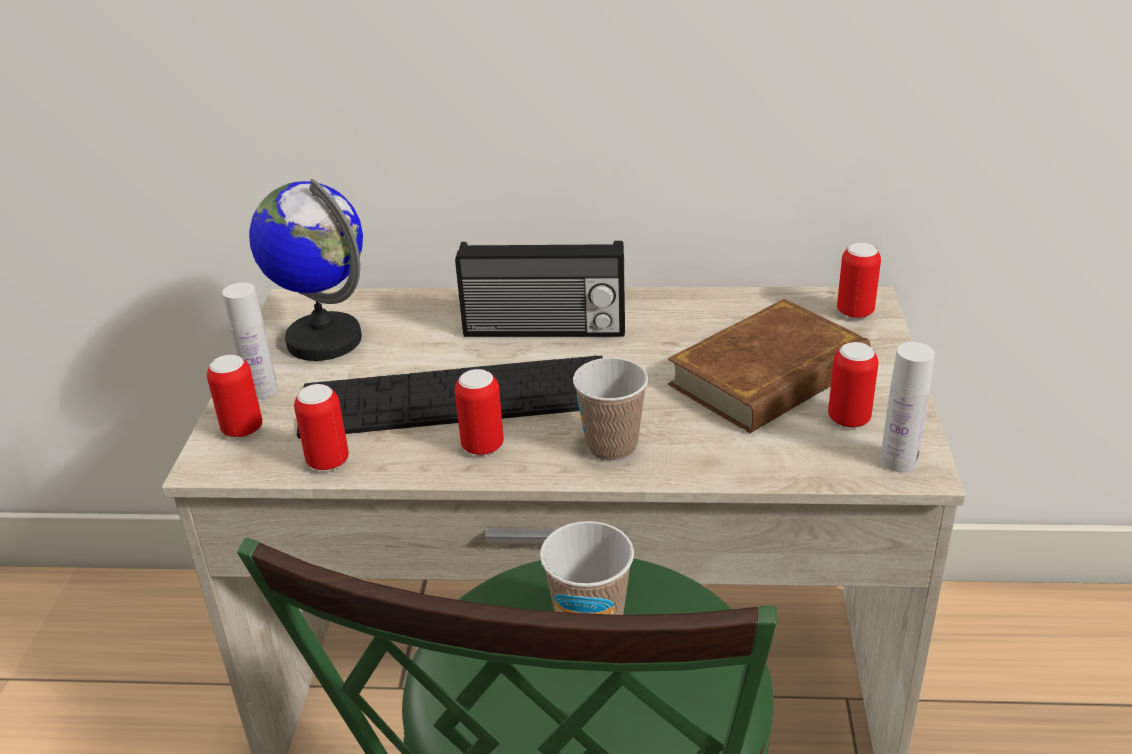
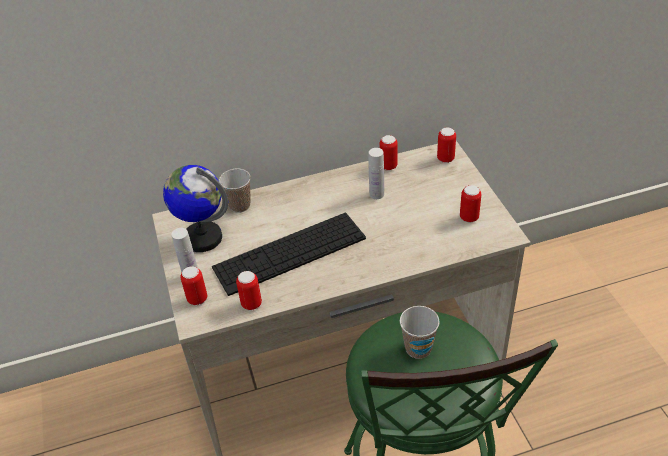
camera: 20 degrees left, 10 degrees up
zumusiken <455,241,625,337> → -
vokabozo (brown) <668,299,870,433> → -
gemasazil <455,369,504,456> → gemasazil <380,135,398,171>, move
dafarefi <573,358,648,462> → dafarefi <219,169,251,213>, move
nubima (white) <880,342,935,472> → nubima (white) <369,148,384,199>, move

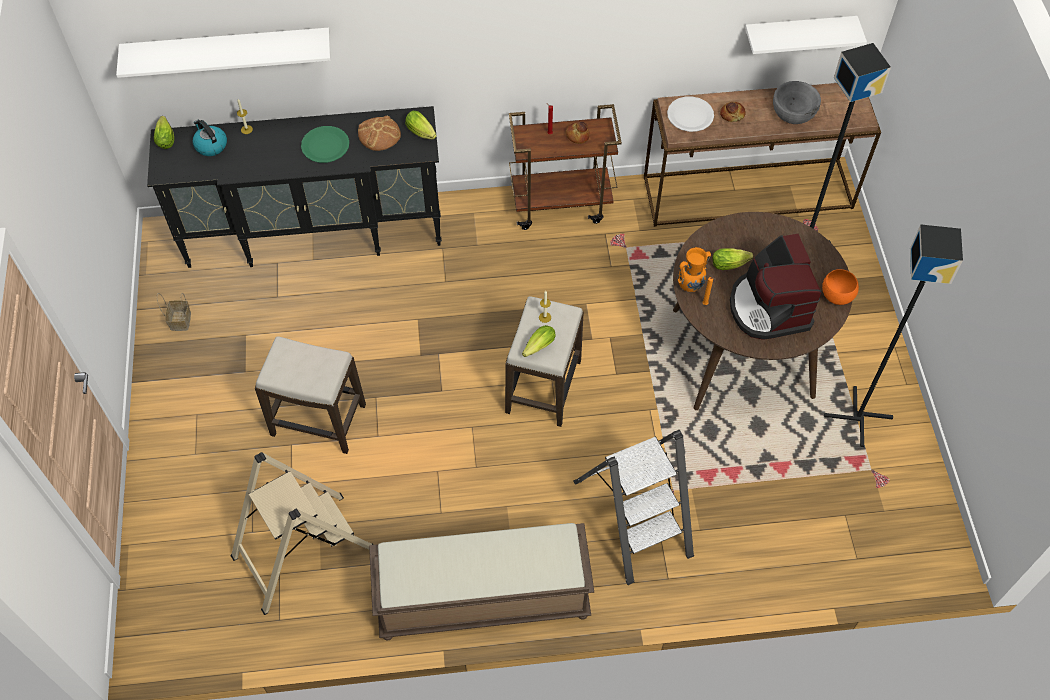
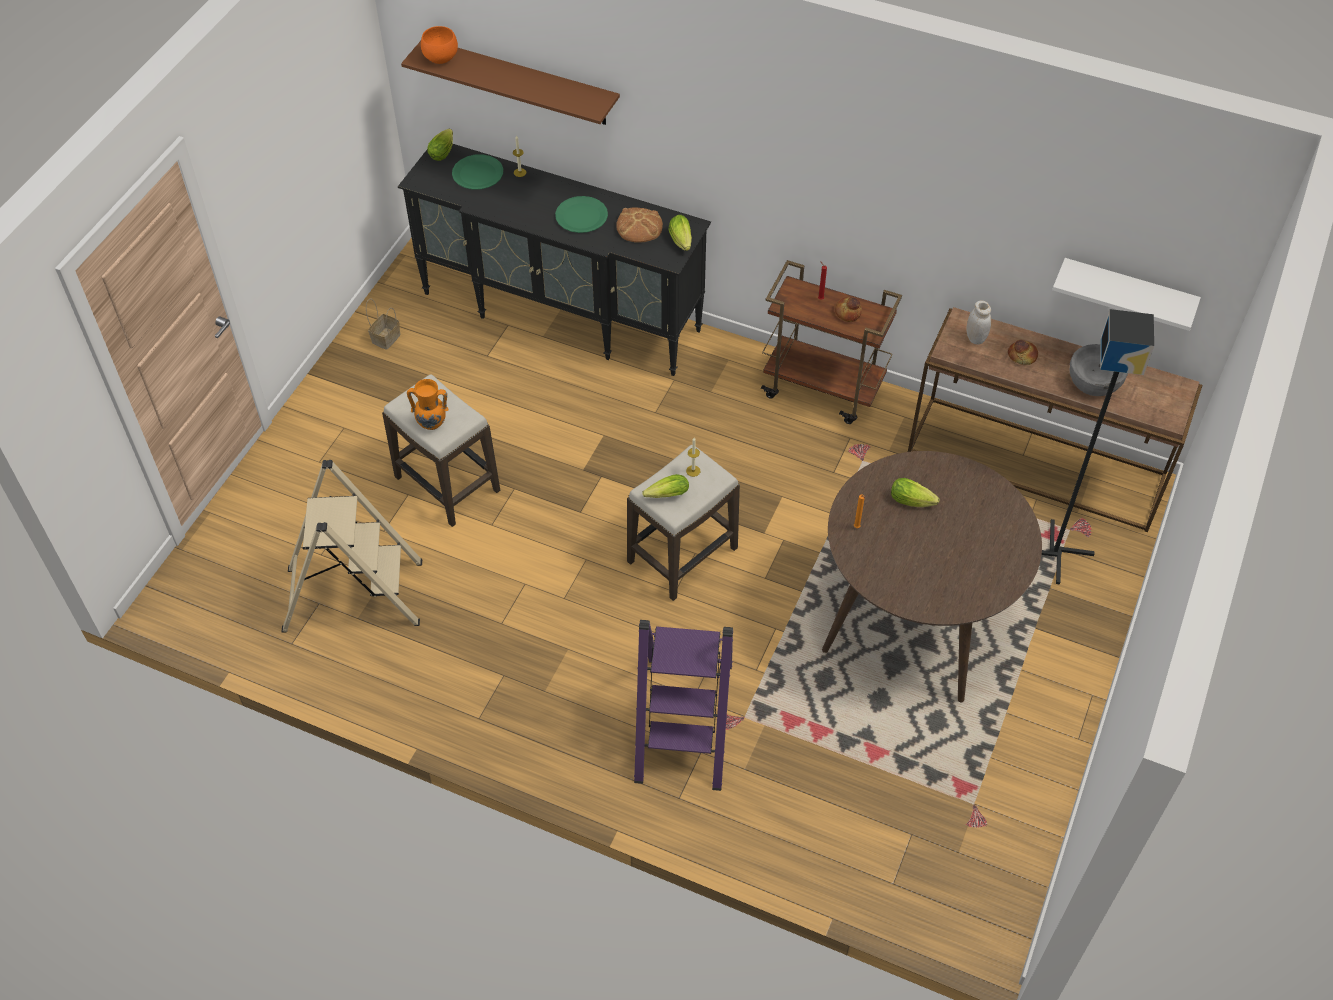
camera: 30 degrees right, 5 degrees down
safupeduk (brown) <369,523,594,641> → -
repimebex <730,234,821,340> → -
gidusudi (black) <824,224,963,447> → -
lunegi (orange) <678,247,711,292> → lunegi (orange) <407,379,448,430>, move
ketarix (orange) <822,269,859,305> → ketarix (orange) <421,26,458,64>, move
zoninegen <192,120,227,156> → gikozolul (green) <452,154,503,190>
gikozolul (white) <667,96,714,132> → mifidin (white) <967,301,991,345>
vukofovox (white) <116,28,330,78> → vukofovox (brown) <401,41,620,125>
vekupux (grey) <573,430,694,585> → vekupux (purple) <634,620,733,791>

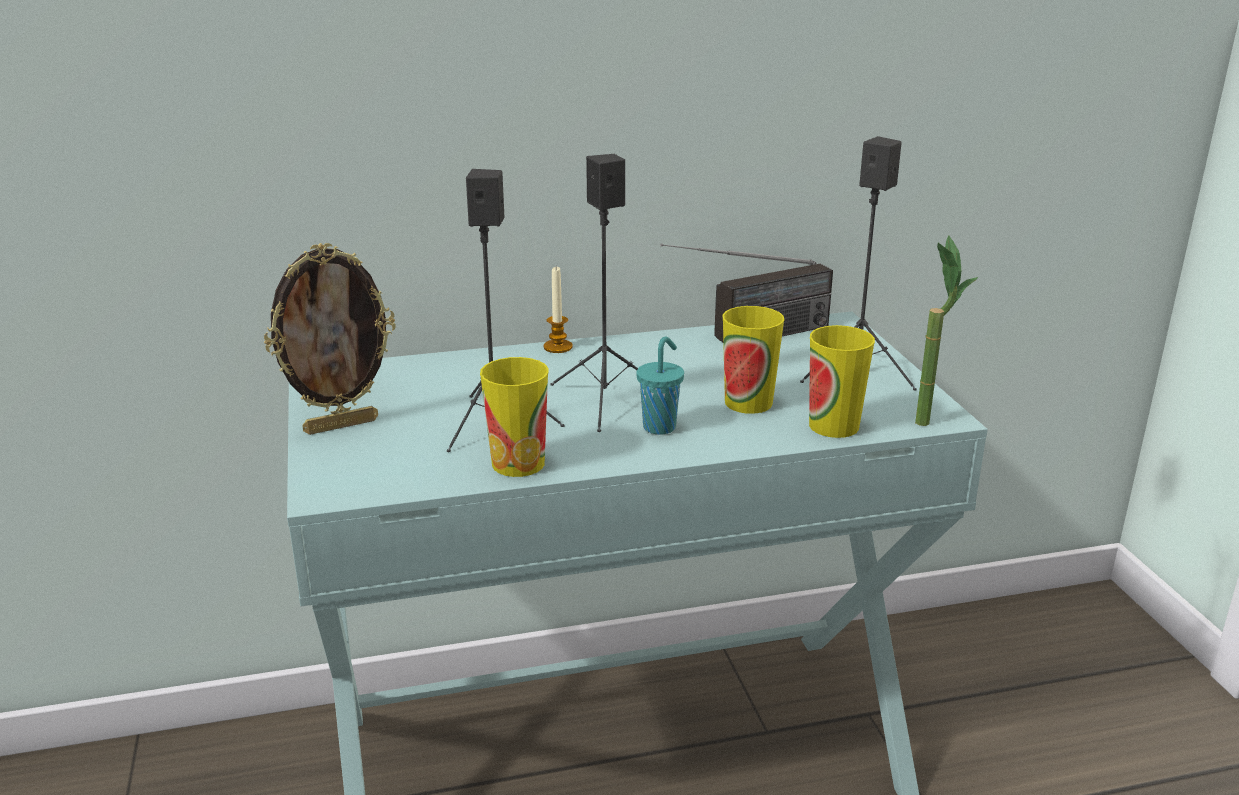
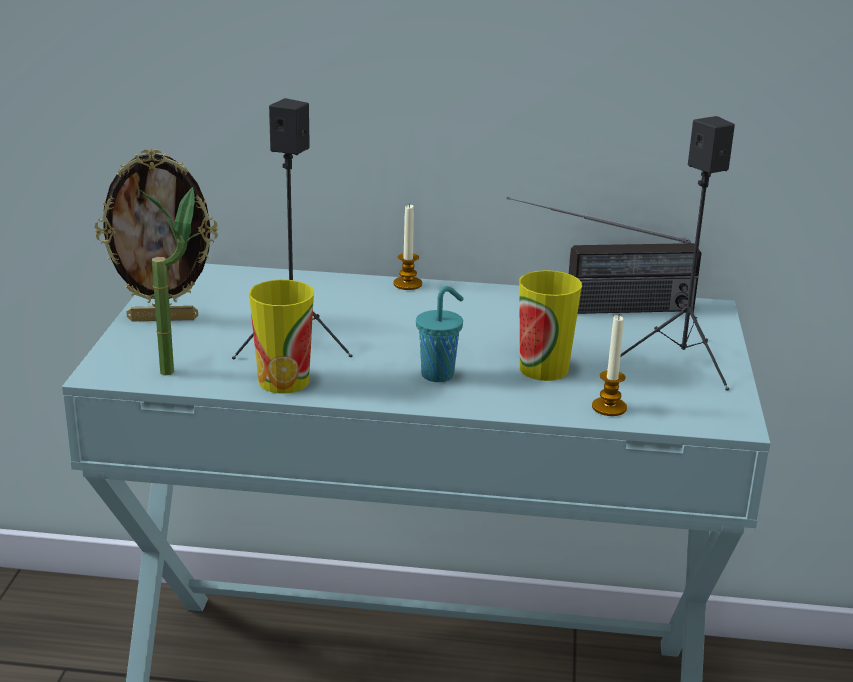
camera: 20 degrees right, 0 degrees up
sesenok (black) <551,154,638,432> → -
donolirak <915,235,978,426> → donolirak <140,187,202,375>, move
dafarefi <809,325,875,438> → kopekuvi <592,315,627,416>

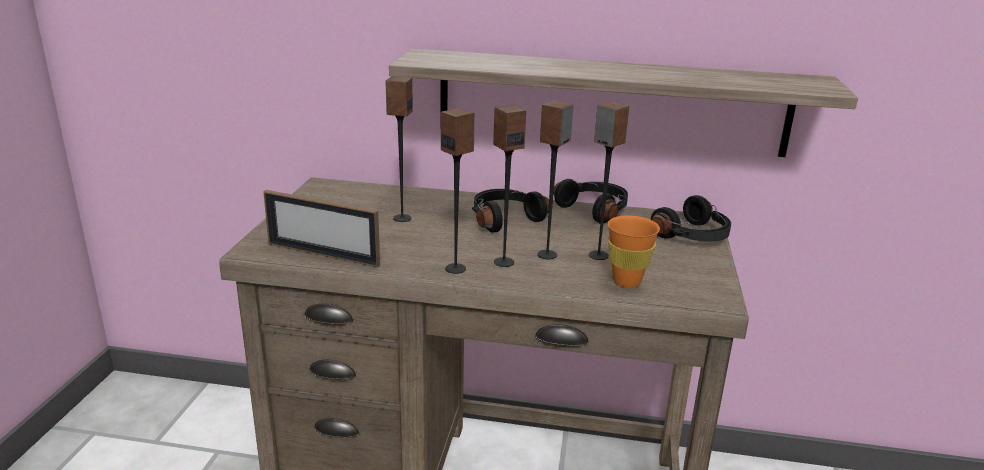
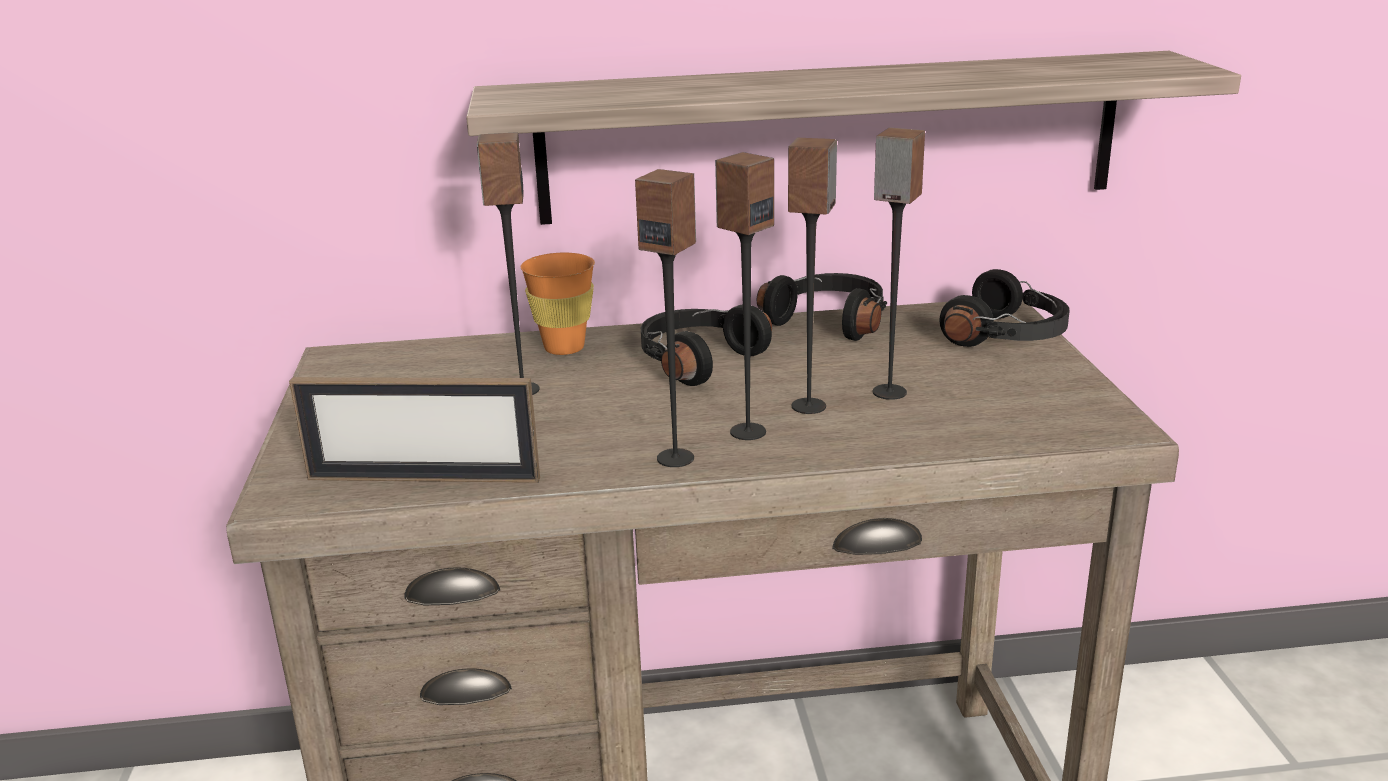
camera: 15 degrees left, 0 degrees up
dafarefi (orange) <608,216,660,288> → dafarefi (orange) <521,253,595,355>, move

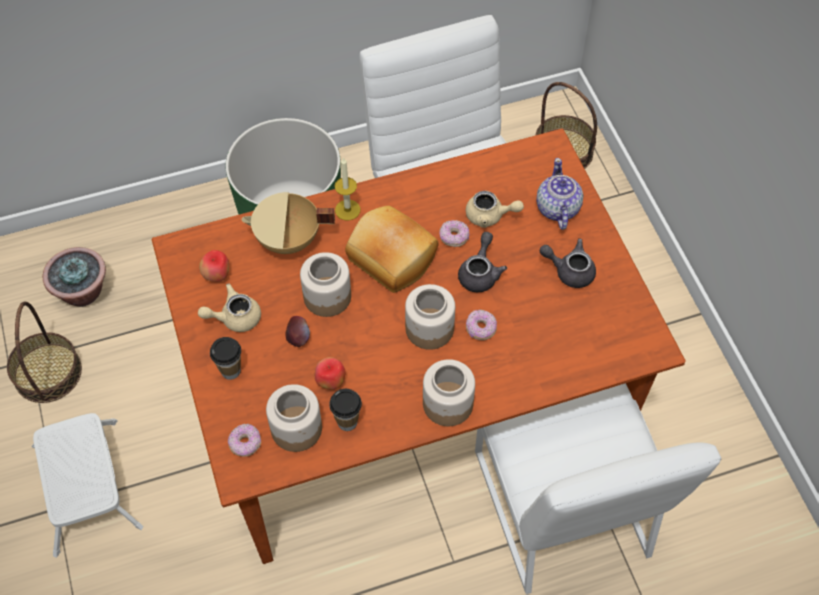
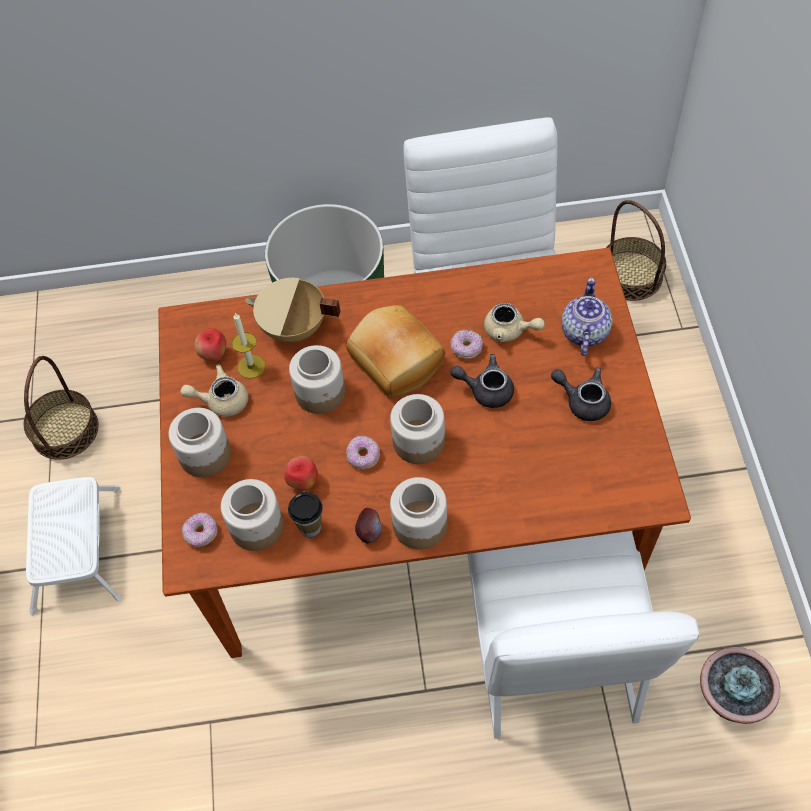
camera: 15 degrees right, 0 degrees up
donolirak <42,247,106,307> → donolirak <700,647,780,724>, move
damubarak <285,316,310,347> → damubarak <355,508,381,544>, move
kopekuvi <335,157,361,220> → kopekuvi <232,313,265,379>, move
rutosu <466,310,497,340> → rutosu <346,436,380,469>, move
dafarefi <210,337,241,380> → mifidin <168,408,231,477>
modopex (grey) <458,232,507,292> → modopex (grey) <450,354,514,408>, 105 degrees counterclockwise

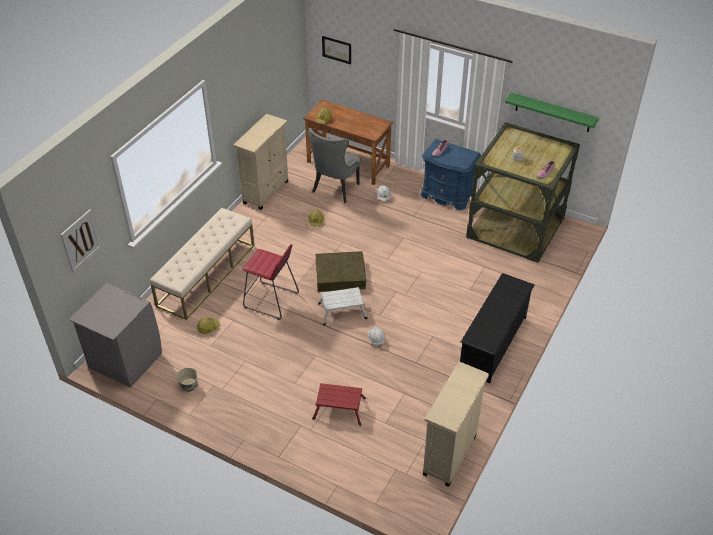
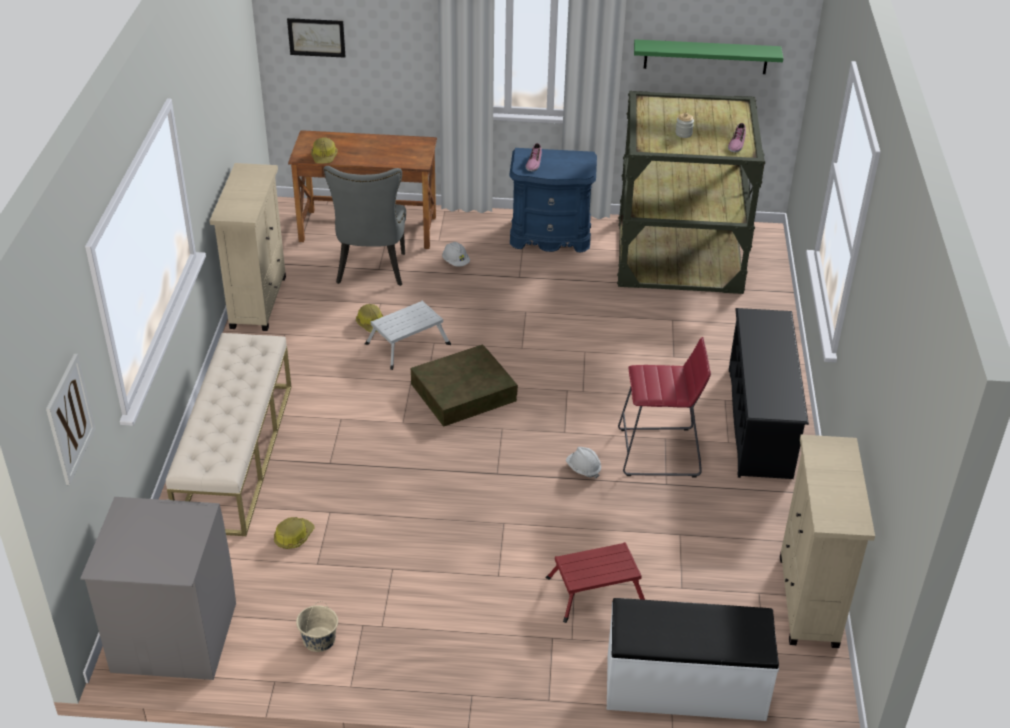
camera: 25 degrees left, 5 degrees down
- → safupeduk (white) <607,598,779,721>
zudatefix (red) <242,244,299,320> → zudatefix (red) <618,337,711,477>, move
vekupux (white) <318,287,368,326> → vekupux (white) <365,301,451,370>, move

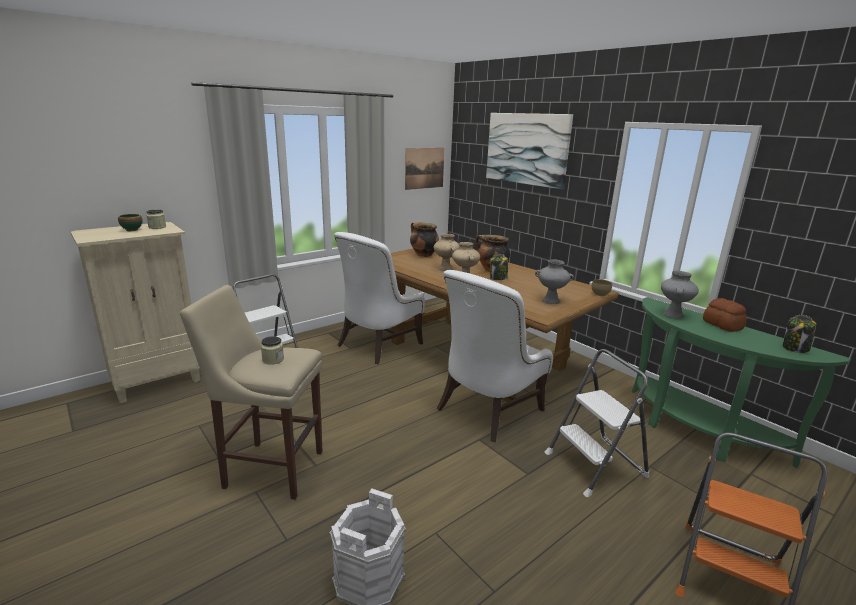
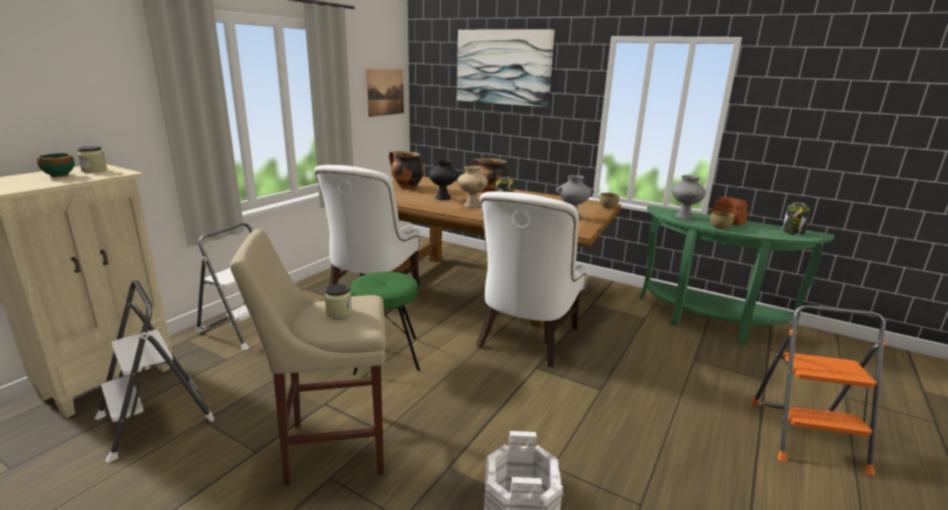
camera: 20 degrees left, 0 degrees up
- → zudatefix (green) <350,271,420,375>
- → ketarix (brown) <710,211,734,230>
vekupux (white) <545,349,650,497> → vekupux (white) <95,281,214,463>, move
lunegi (beige) <433,233,460,271> → lunegi (black) <429,160,458,200>

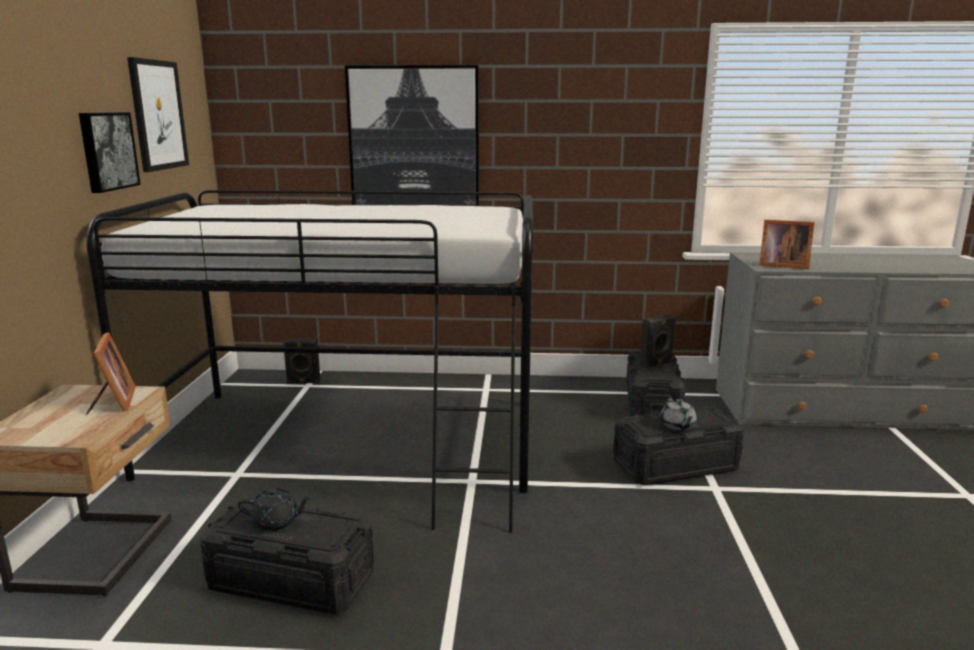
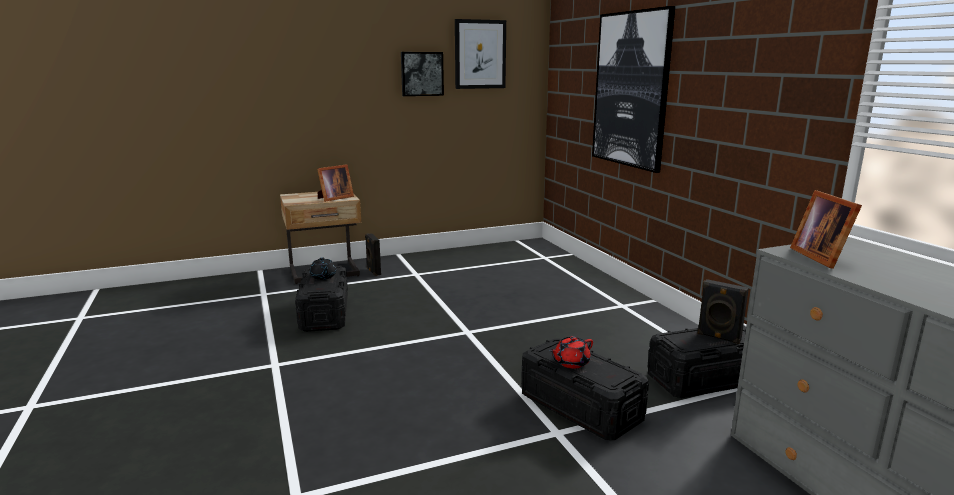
camera: 65 degrees right, 0 degrees up
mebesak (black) <86,190,533,533> → -
sesenok (black) <283,339,320,384> → sesenok (black) <365,233,381,276>, move
modopex (grey) <660,398,697,431> → modopex (red) <549,336,593,369>

